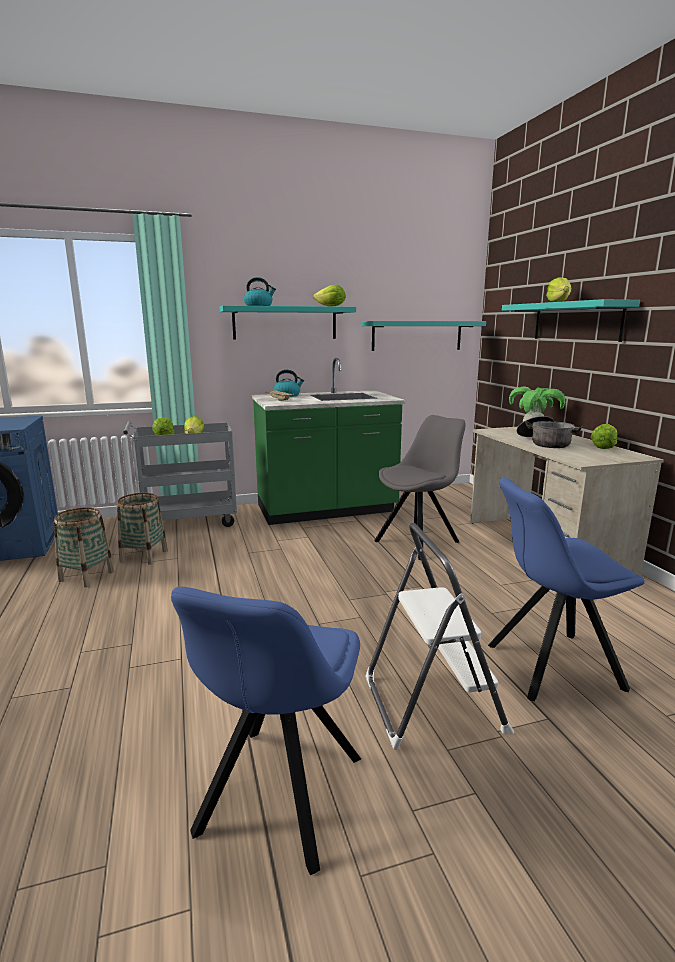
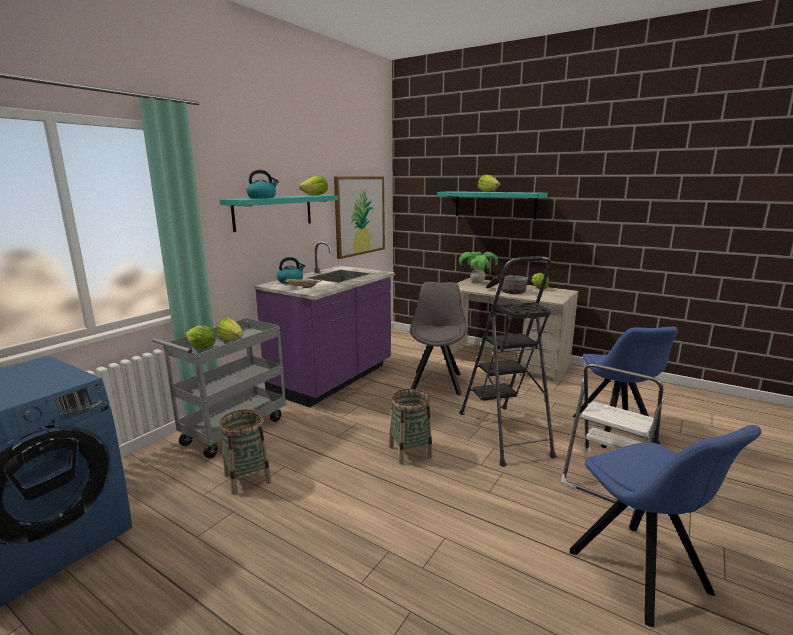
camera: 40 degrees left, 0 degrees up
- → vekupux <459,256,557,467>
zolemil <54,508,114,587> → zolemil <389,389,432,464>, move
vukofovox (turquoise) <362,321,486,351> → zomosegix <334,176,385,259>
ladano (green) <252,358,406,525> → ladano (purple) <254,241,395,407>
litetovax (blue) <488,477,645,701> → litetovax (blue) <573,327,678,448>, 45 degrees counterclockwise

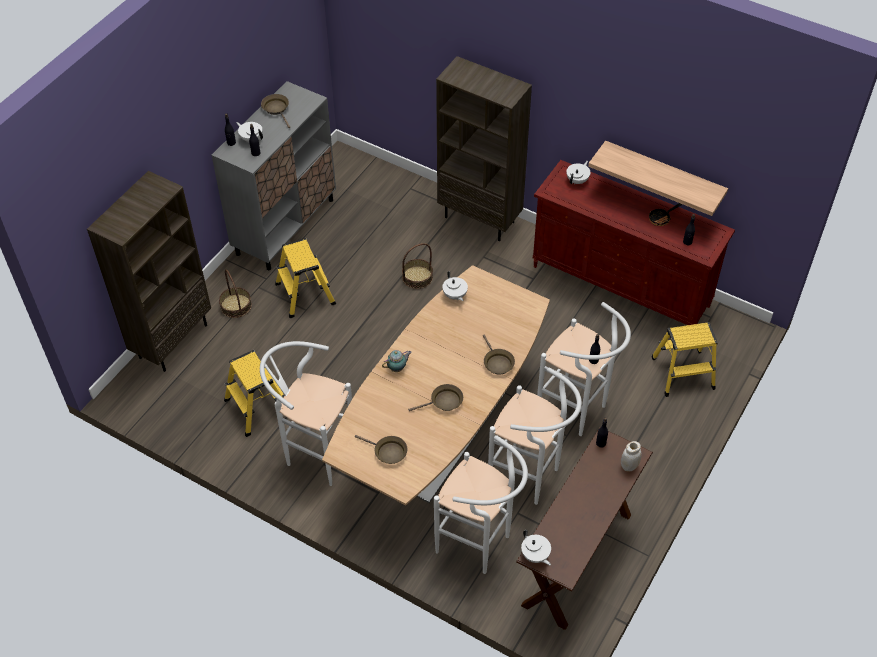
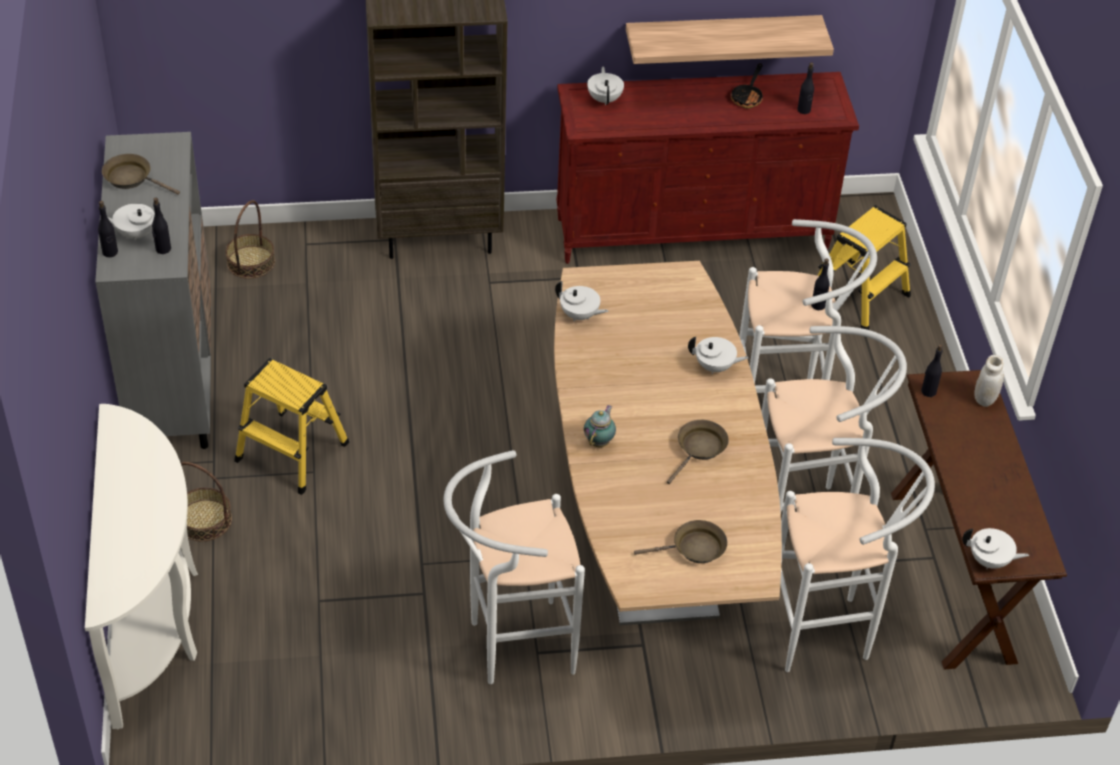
camera: 40 degrees left, 5 degrees down
vekupux (yellow) <224,350,285,437> → -
zolemil <402,243,433,289> → zolemil <225,200,275,279>, move
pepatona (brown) <87,171,211,372> → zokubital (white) <85,404,198,729>
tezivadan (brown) <483,335,515,375> → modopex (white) <688,337,748,374>

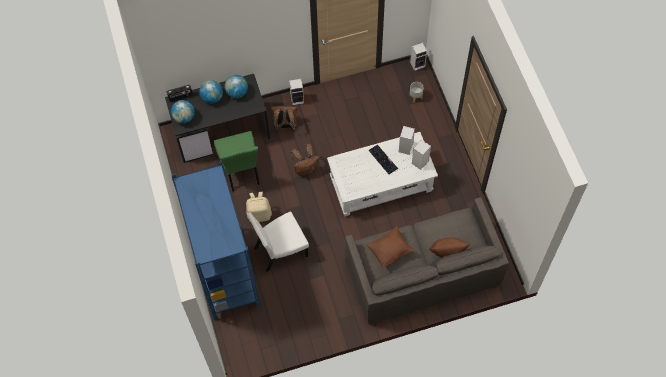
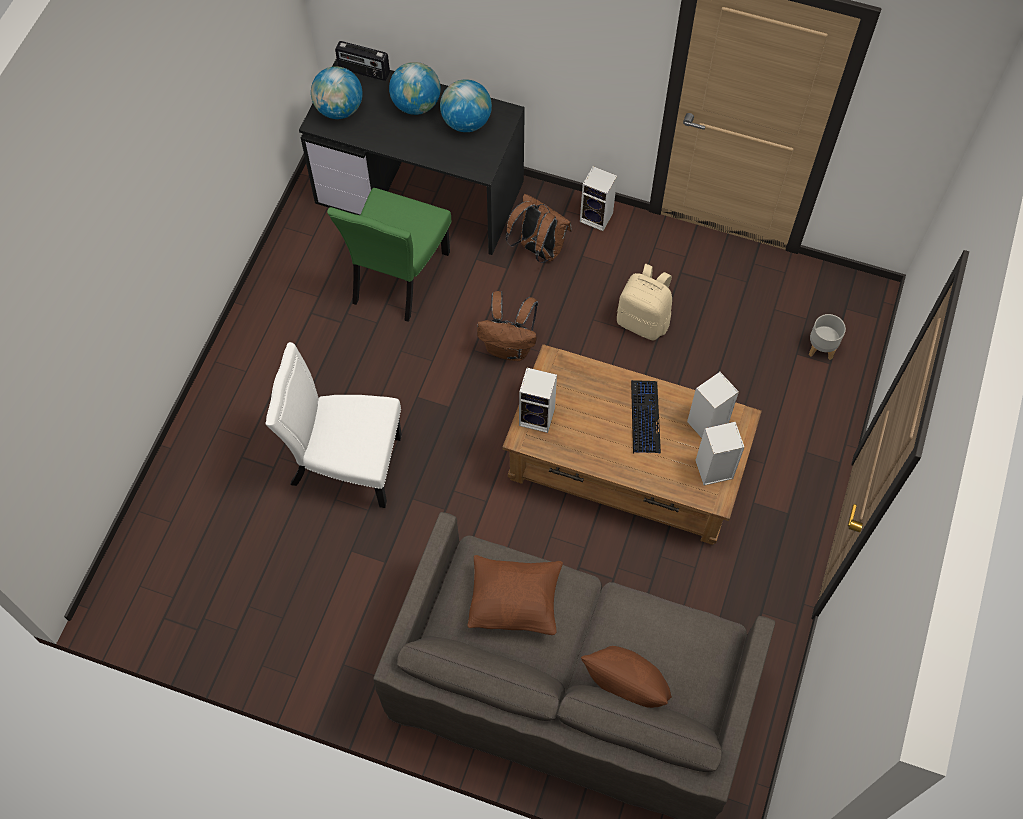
camera: 35 degrees right, 0 degrees up
pepatona (blue) <171,161,260,320> → -
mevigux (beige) <246,192,272,222> → mevigux (beige) <617,264,672,340>, move
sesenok <410,42,427,71> → sesenok <519,368,557,433>, move
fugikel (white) <327,132,438,216> → fugikel (brown) <503,344,762,545>

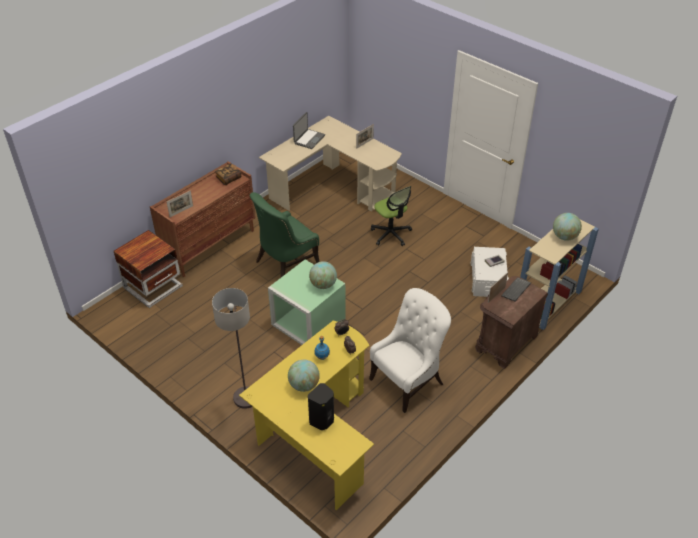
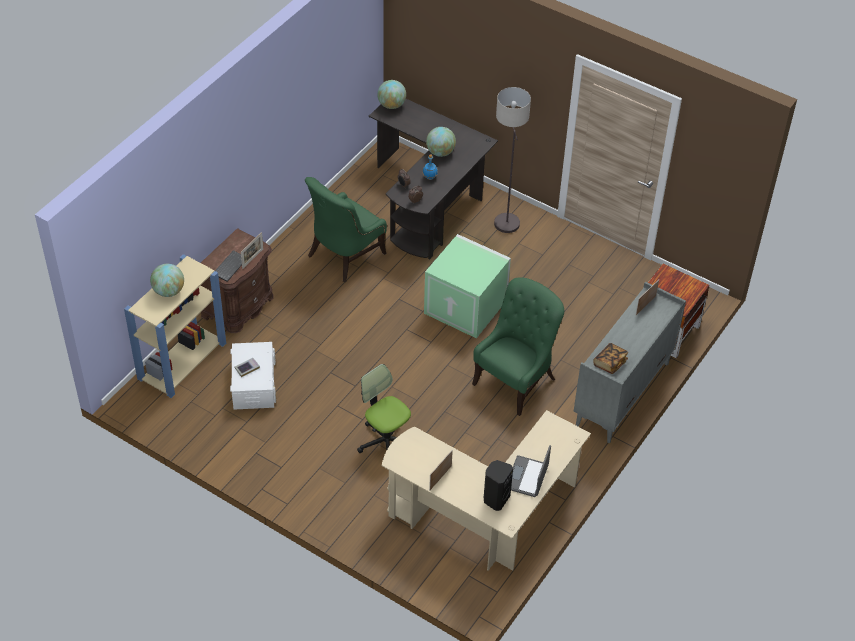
camera: 170 degrees right, 5 degrees up
sesenok (black) <308,383,334,430> → sesenok (black) <484,460,513,511>, move
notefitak <309,261,337,289> → notefitak <377,80,406,109>, move
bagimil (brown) <150,161,256,277> → bagimil (grey) <574,282,686,443>
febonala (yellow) <239,321,374,510> → febonala (black) <369,99,498,260>
litetovax (white) <369,288,451,413> → litetovax (green) <305,177,387,282>

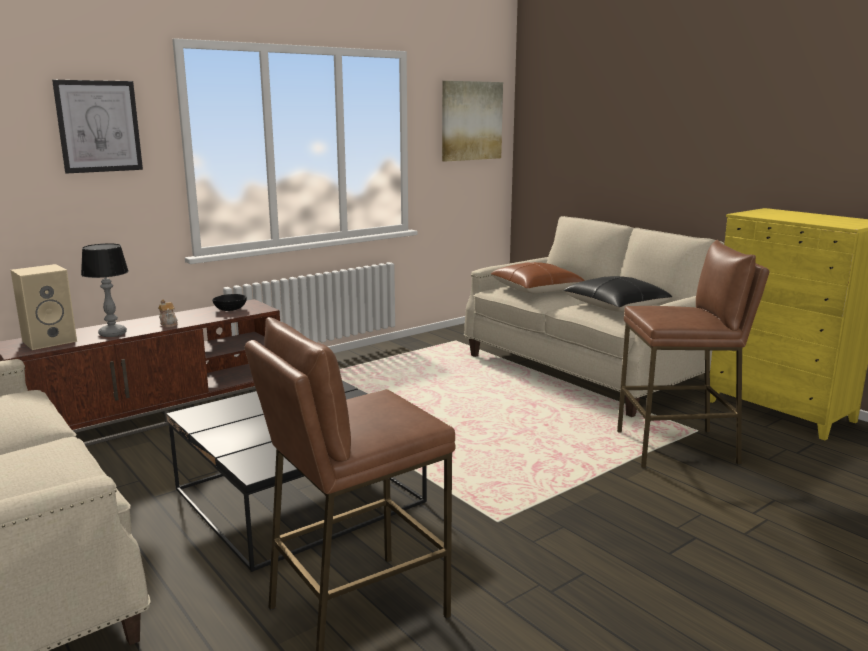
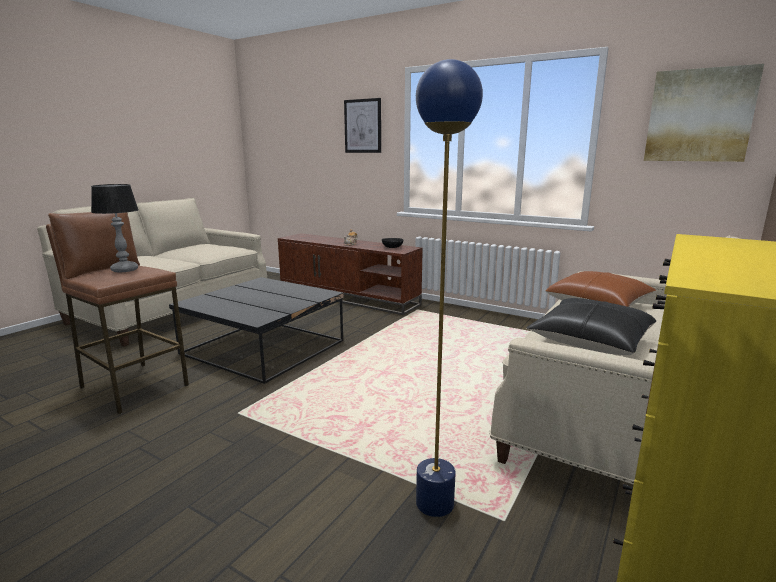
camera: 70 degrees right, 0 degrees up
sesenok (beige) <11,264,77,350> → -
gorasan <81,243,129,337> → gorasan <91,184,139,272>, move
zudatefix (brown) <617,240,769,468> → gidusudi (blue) <416,59,483,517>

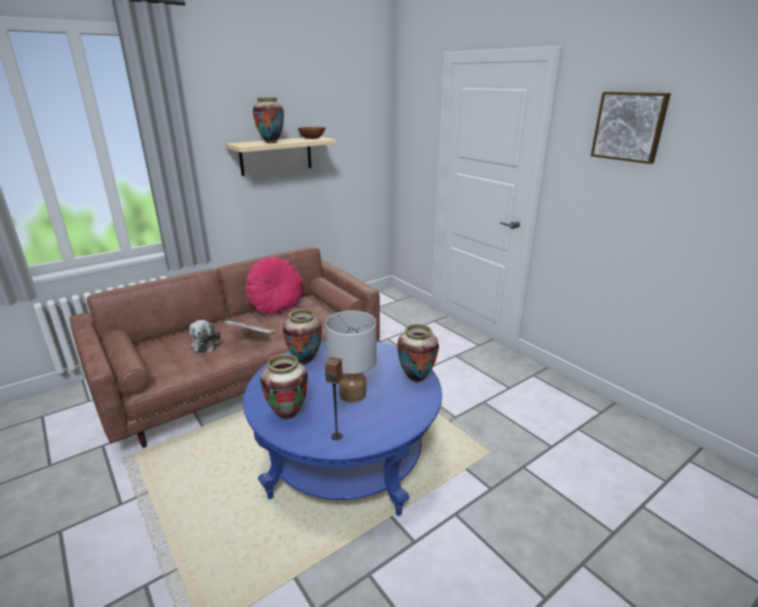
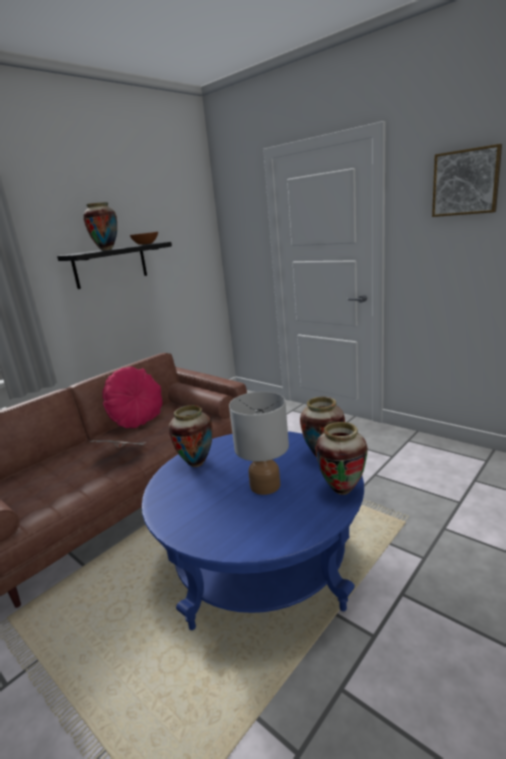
camera: 10 degrees left, 5 degrees down
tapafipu <189,320,220,353> → -
sesenok <325,357,343,440> → -
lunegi <260,354,308,419> → lunegi <315,422,368,495>, move
vukofovox (beige) <226,137,336,176> → vukofovox (black) <57,242,172,289>

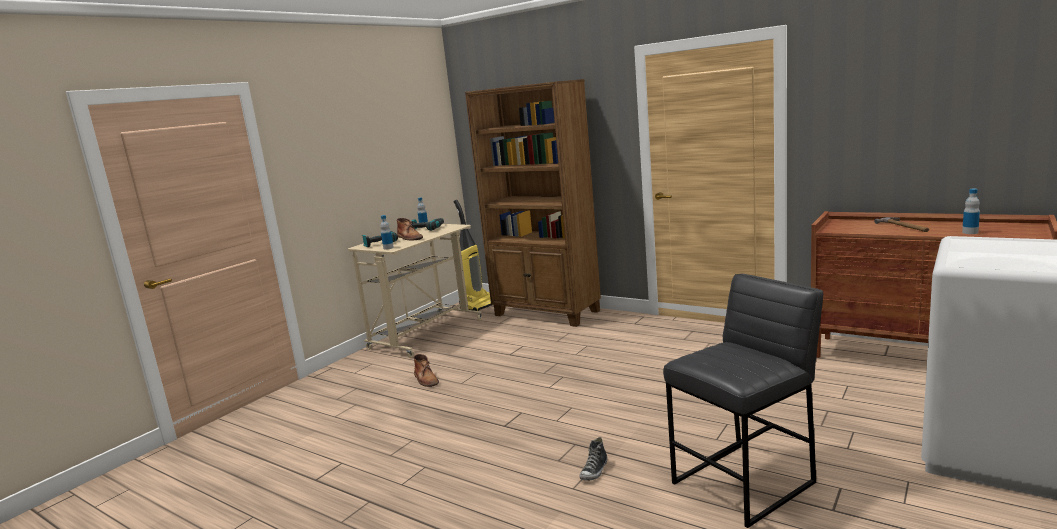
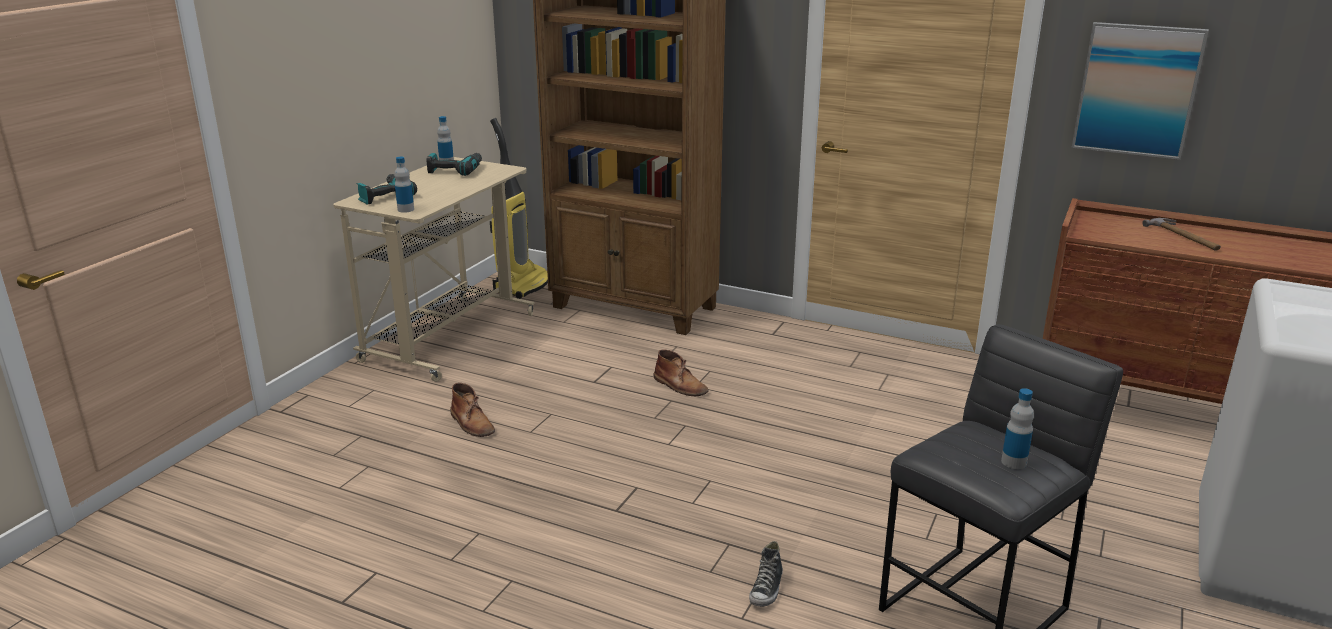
camera: 10 degrees left, 10 degrees up
- → zomosegix <1072,22,1209,160>
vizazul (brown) <397,218,423,240> → vizazul (brown) <654,349,708,396>, move
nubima <962,189,980,234> → nubima <1001,388,1034,469>, move

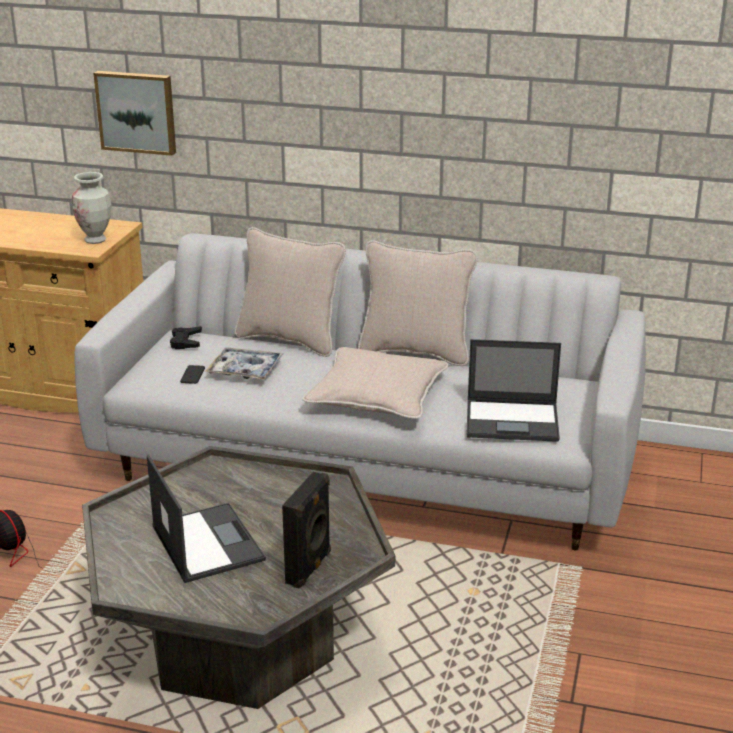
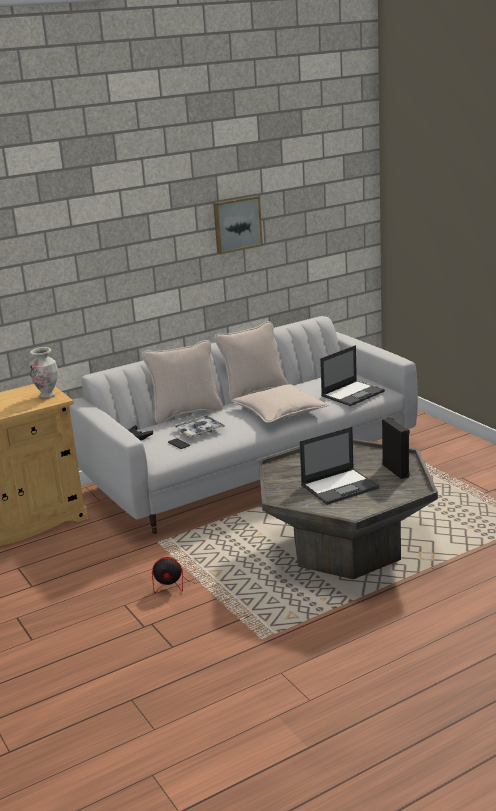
camera: 45 degrees left, 5 degrees down
zomosegix <93,71,176,156> → zomosegix <213,195,263,254>, move
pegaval <147,455,266,583> → pegaval <300,427,379,505>, 135 degrees clockwise

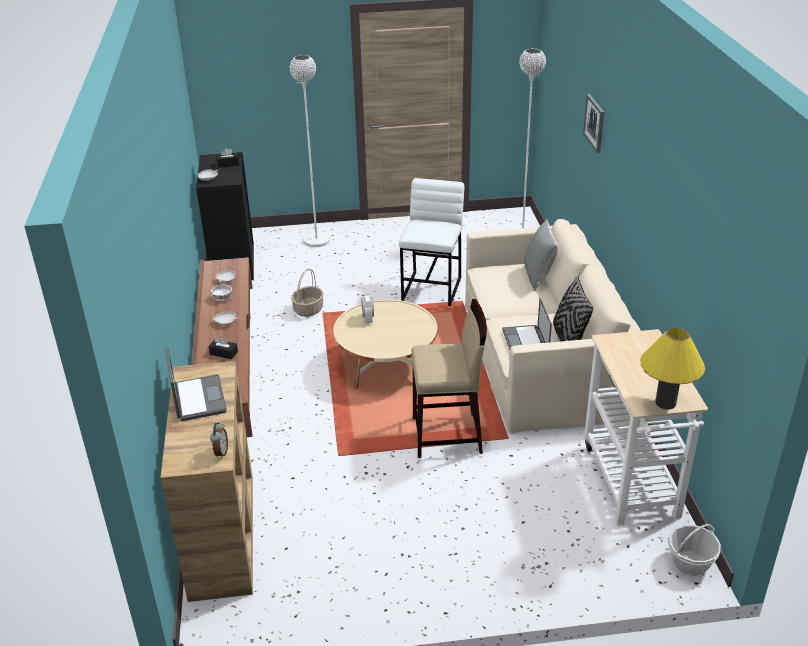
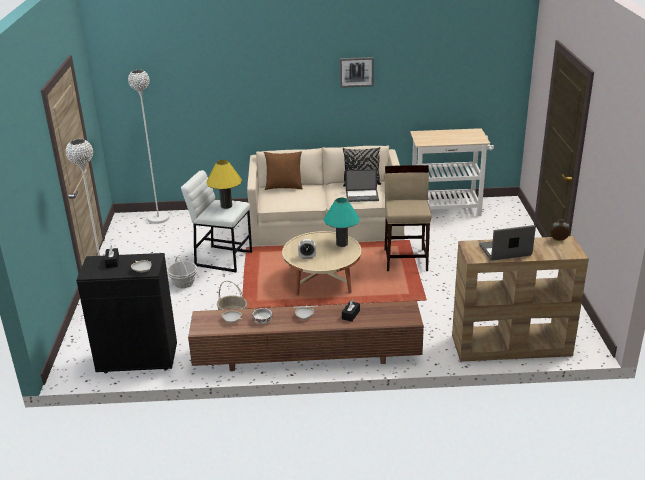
camera: 85 degrees left, 5 degrees down
- → gorasan (turquoise) <324,198,360,247>
zomosegix <583,94,604,153> → zomosegix <340,57,374,88>, move
gorasan (yellow) <640,328,705,410> → gorasan (yellow) <207,160,242,209>, move
zolemil <668,524,721,576> → zolemil <167,256,197,288>, move
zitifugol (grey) <524,219,558,291> → zitifugol (brown) <264,151,303,190>

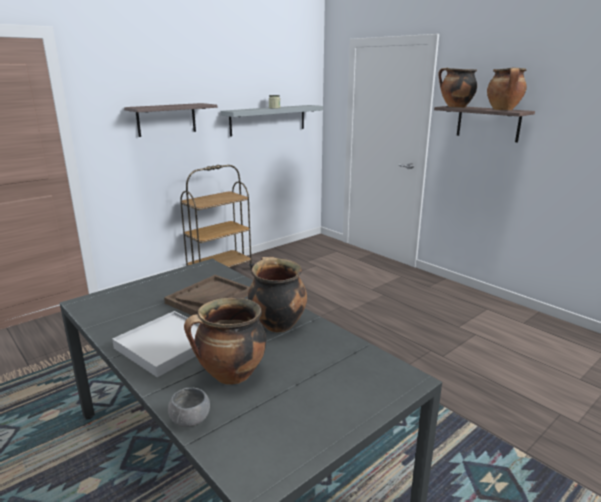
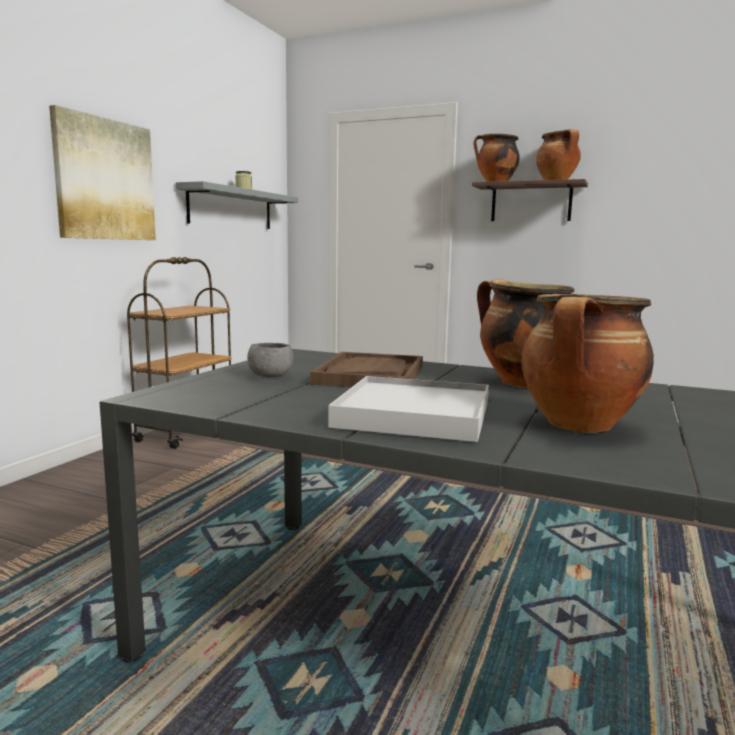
camera: 25 degrees left, 10 degrees down
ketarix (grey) <168,388,210,427> → ketarix (grey) <247,343,293,378>, move
vukofovox <124,103,217,137> → zomosegix <49,105,156,240>

